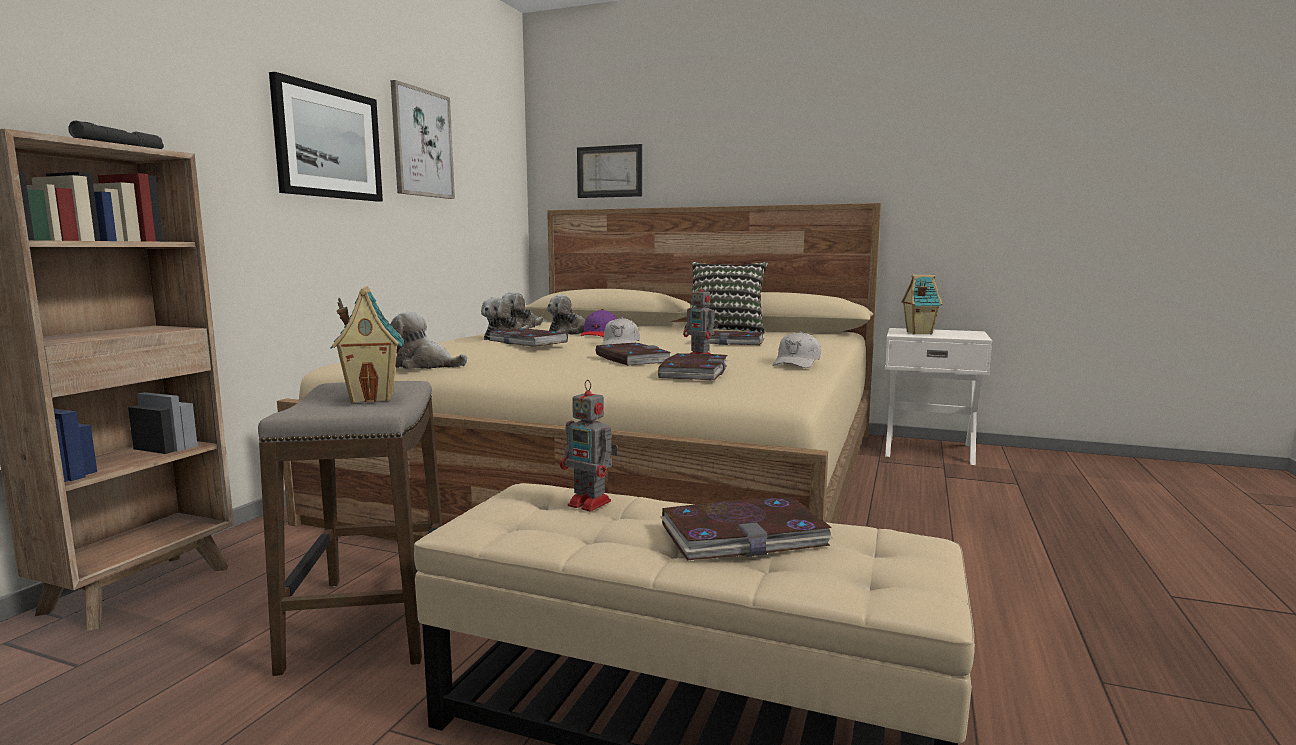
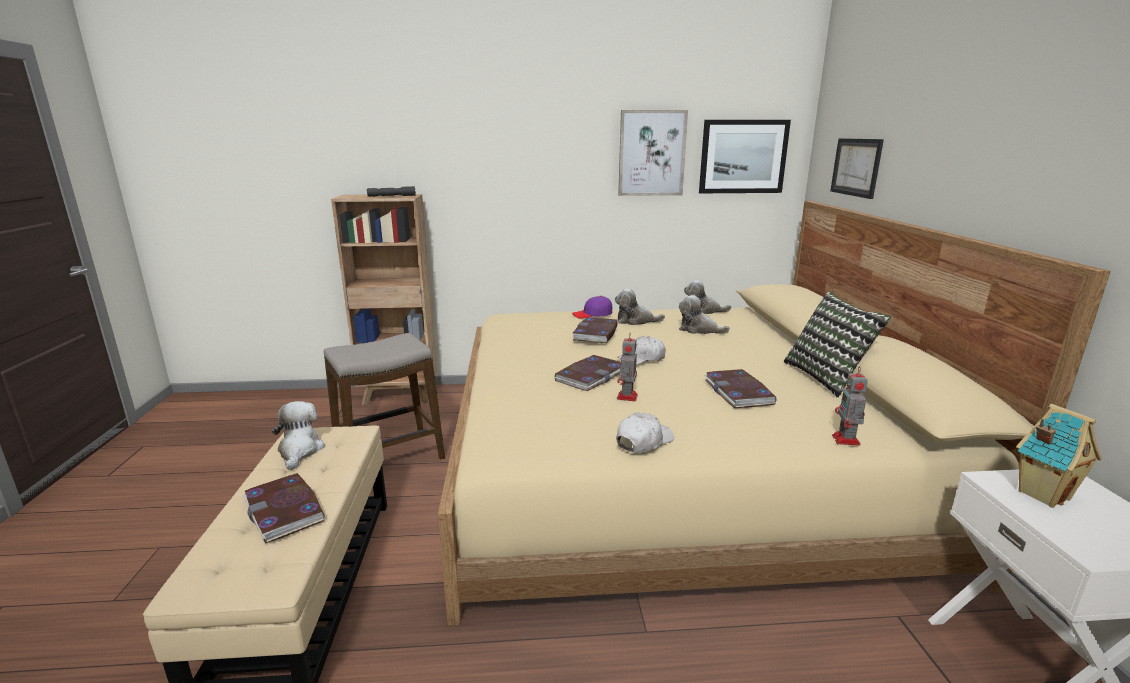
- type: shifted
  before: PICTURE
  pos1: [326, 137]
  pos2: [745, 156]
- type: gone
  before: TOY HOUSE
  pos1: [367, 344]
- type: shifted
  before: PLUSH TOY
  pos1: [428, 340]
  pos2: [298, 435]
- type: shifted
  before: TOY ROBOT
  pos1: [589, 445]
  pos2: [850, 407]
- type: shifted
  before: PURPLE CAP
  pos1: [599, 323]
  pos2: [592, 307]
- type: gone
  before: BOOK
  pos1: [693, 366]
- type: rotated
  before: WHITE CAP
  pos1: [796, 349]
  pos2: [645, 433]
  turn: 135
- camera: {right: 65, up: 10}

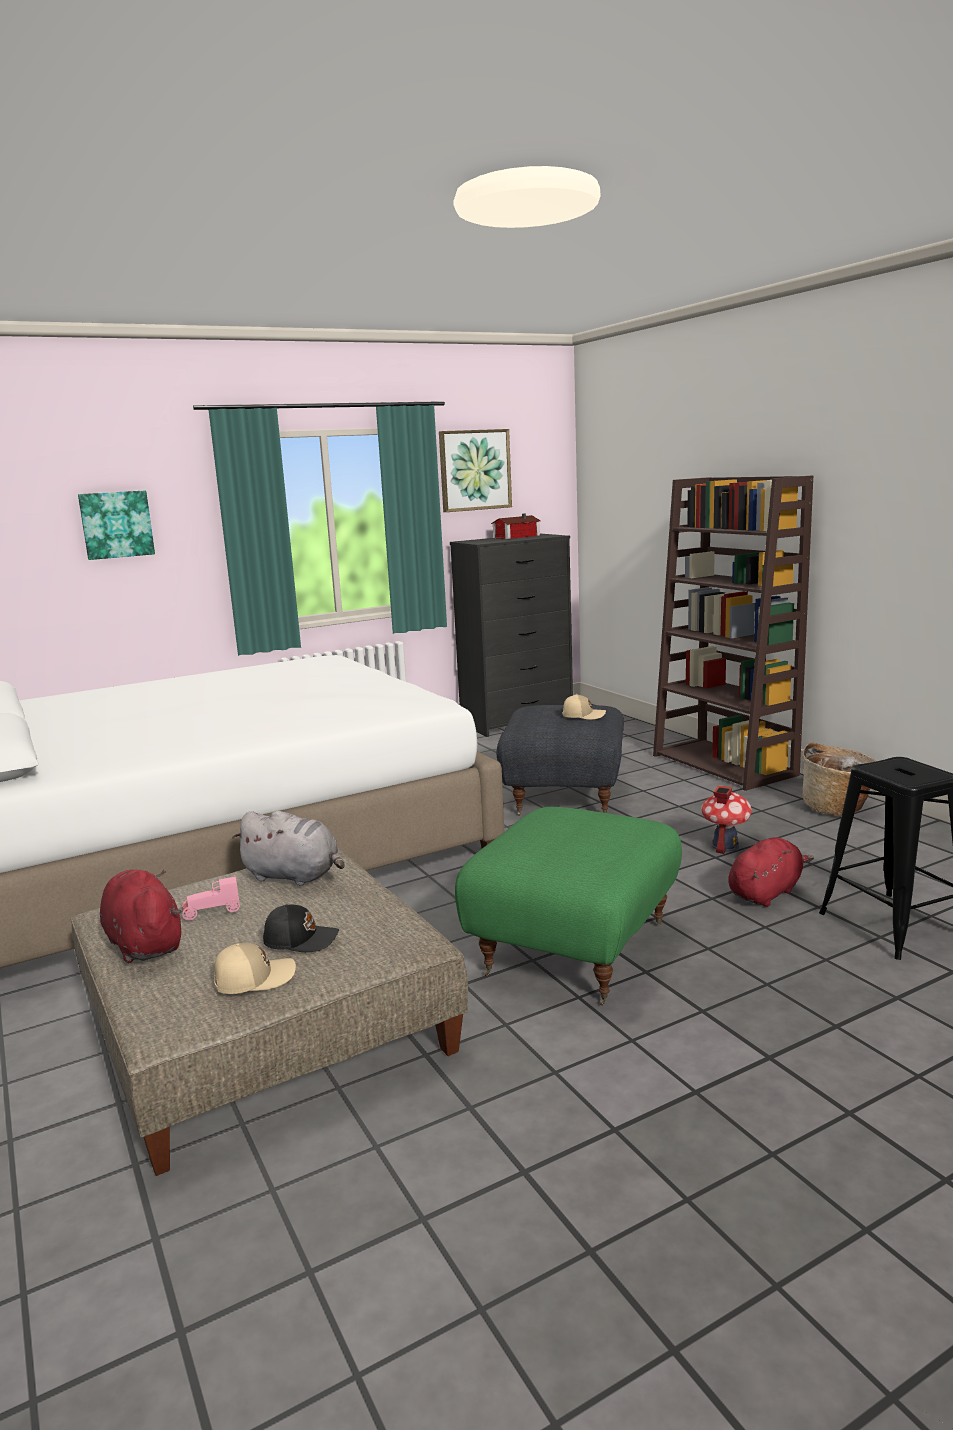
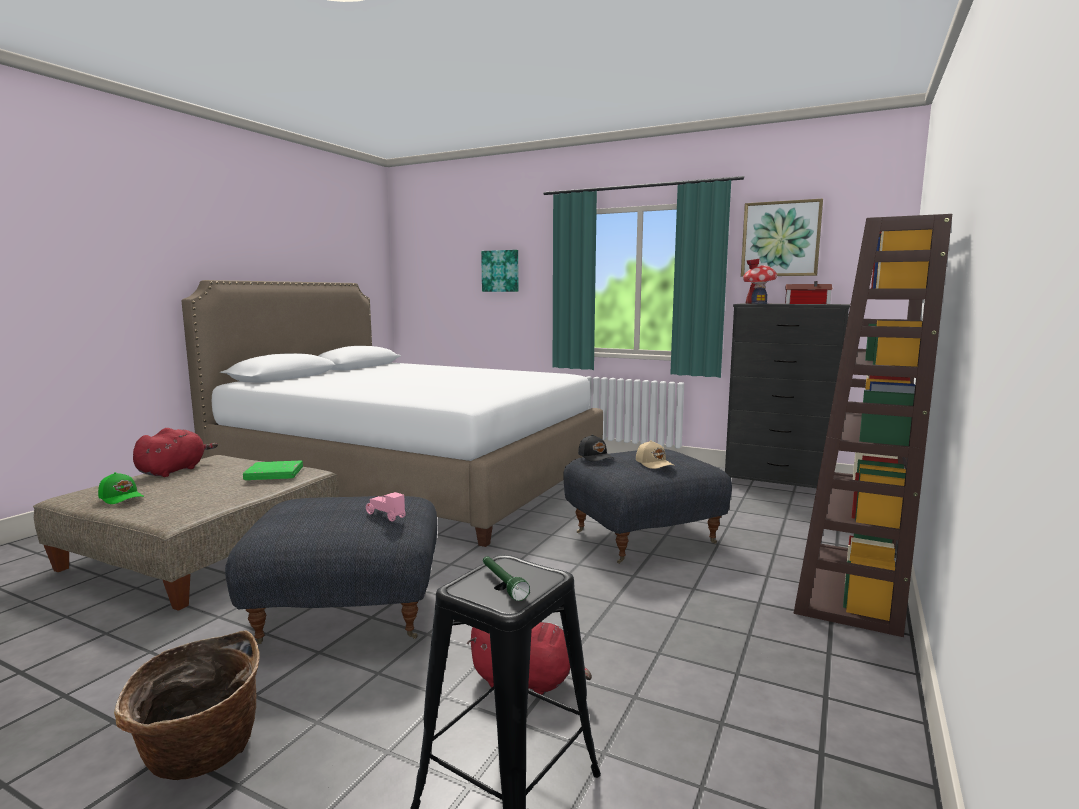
- type: shifted
  before: PINK TOY CAR
  pos1: [210, 898]
  pos2: [386, 507]
- type: repainted
  before: BEIGE CAP
  after: GREEN CAP
  pos1: [255, 968]
  pos2: [121, 488]
- type: swapped
  before: GREY PLUSH TOY
  after: GREEN BOOK
  pos1: [288, 848]
  pos2: [273, 470]
- type: shifted
  before: BLACK CAP
  pos1: [301, 928]
  pos2: [596, 448]
- type: repainted
  before: GREEN OTTOMAN
  after: GREY OTTOMAN
  pos1: [568, 906]
  pos2: [331, 570]
- type: shifted
  before: TOY HOUSE
  pos1: [726, 819]
  pos2: [760, 281]
- type: shifted
  before: BASKET
  pos1: [839, 778]
  pos2: [187, 705]
- type: new
  after: GREEN FLASHLIGHT
  pos2: [506, 578]
- camera: {right: 55, up: -5}

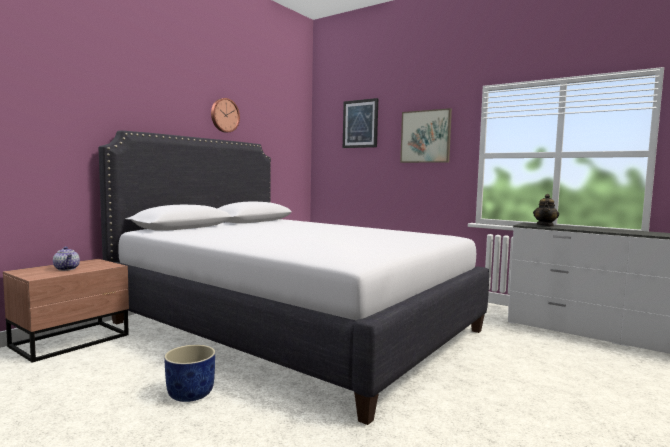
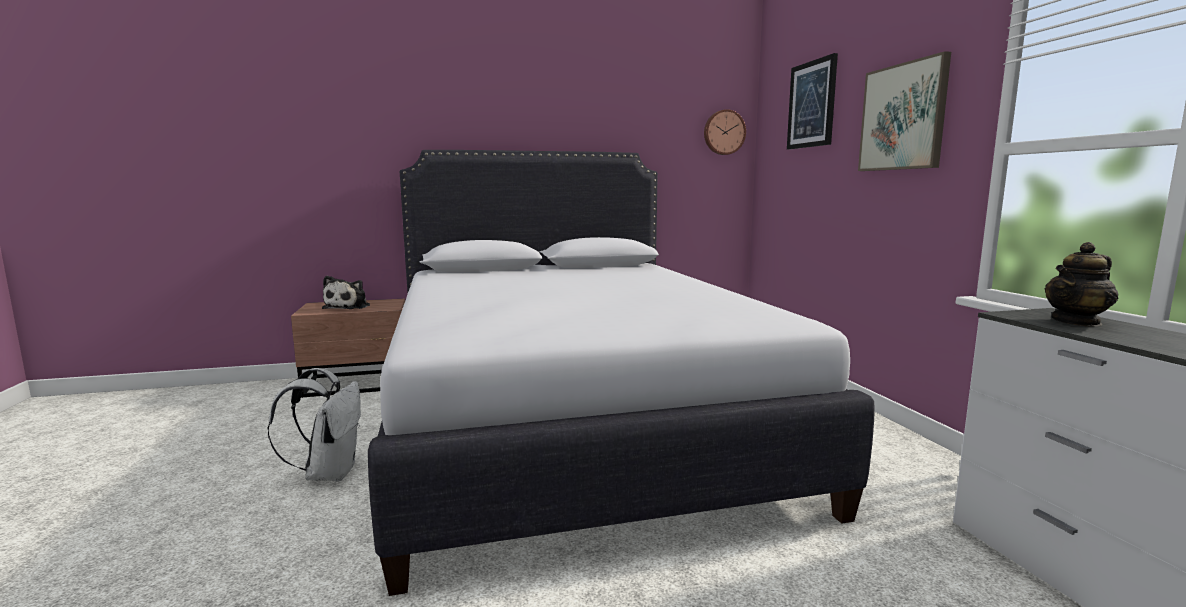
- type: swapped
  before: TEAPOT
  after: PLUSH TOY
  pos1: [66, 259]
  pos2: [346, 292]
- type: swapped
  before: BLUE PLANTER
  after: WHITE BACKPACK
  pos1: [189, 373]
  pos2: [314, 425]
- type: shifted
  before: WALL CLOCK
  pos1: [225, 115]
  pos2: [725, 132]
- camera: {right: 40, up: 5}

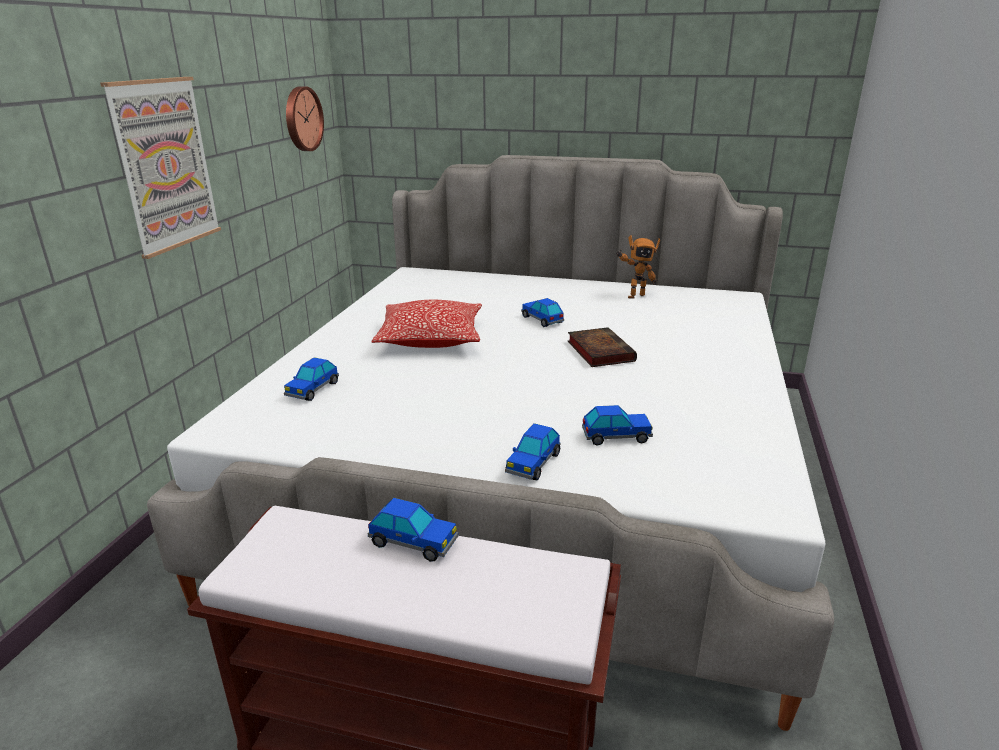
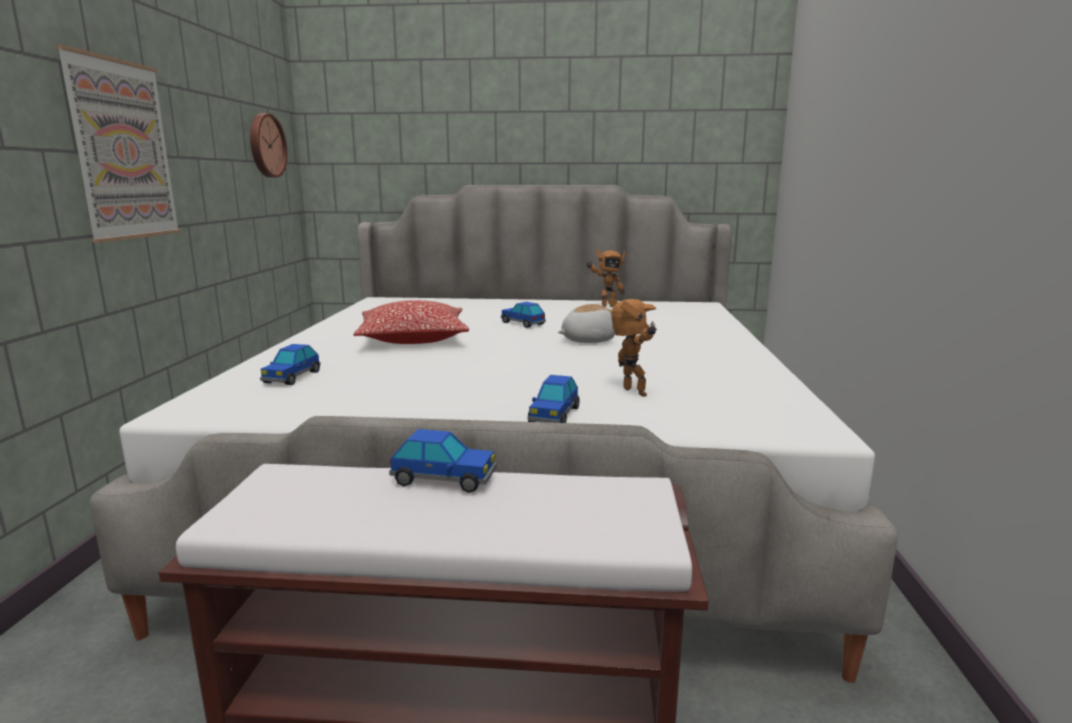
- type: swapped
  before: BOOK
  after: PLUSH TOY
  pos1: [602, 347]
  pos2: [586, 323]
- type: swapped
  before: TOY CAR
  after: TOY ROBOT
  pos1: [617, 425]
  pos2: [632, 347]
- camera: {right: -10, up: -10}

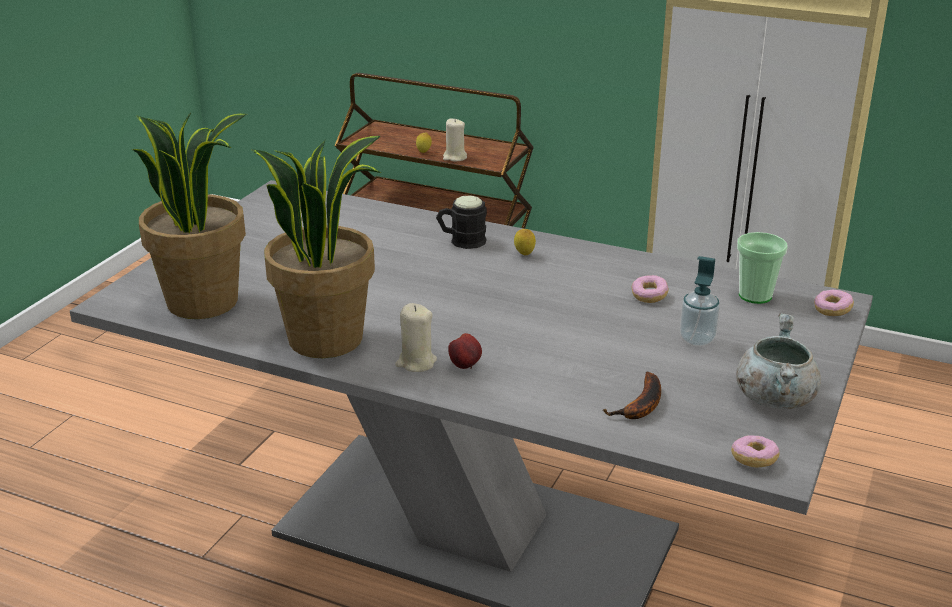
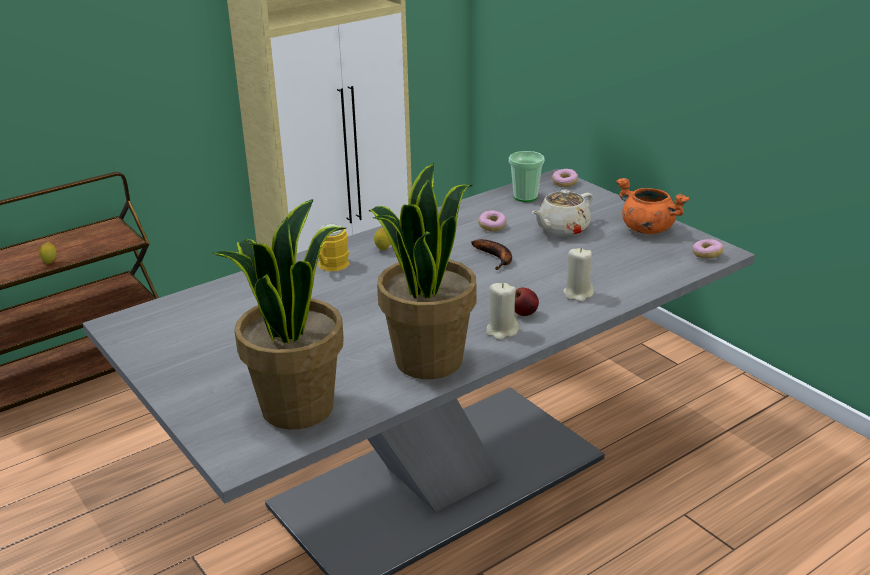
- type: repainted
  before: BLACK MUG
  after: YELLOW MUG
  pos1: [461, 222]
  pos2: [333, 247]
- type: shifted
  before: BEIGE CANDLE
  pos1: [455, 139]
  pos2: [578, 275]
- type: shifted
  before: BANANA
  pos1: [632, 395]
  pos2: [491, 254]
- type: swapped
  before: SOAP DISPENSER
  after: BEIGE TEAPOT
  pos1: [700, 301]
  pos2: [562, 213]
- type: repainted
  before: GREY COOKING POT
  after: ORANGE COOKING POT
  pos1: [778, 361]
  pos2: [653, 206]
- camera: {right: -60, up: 0}

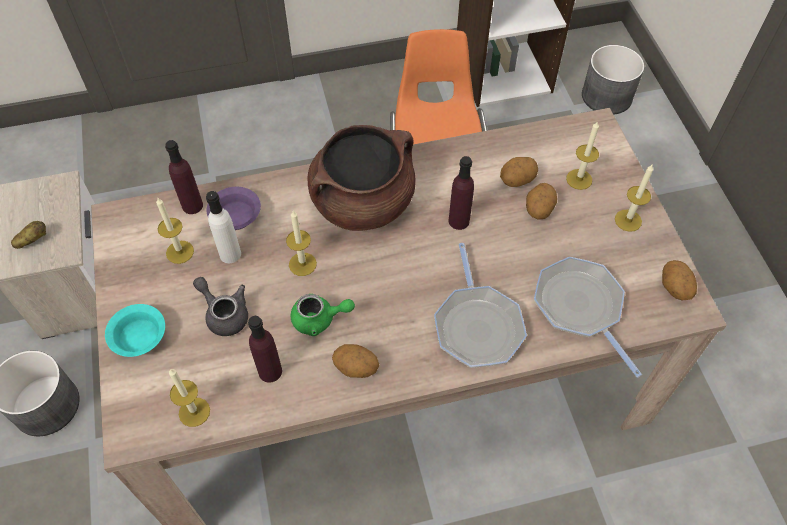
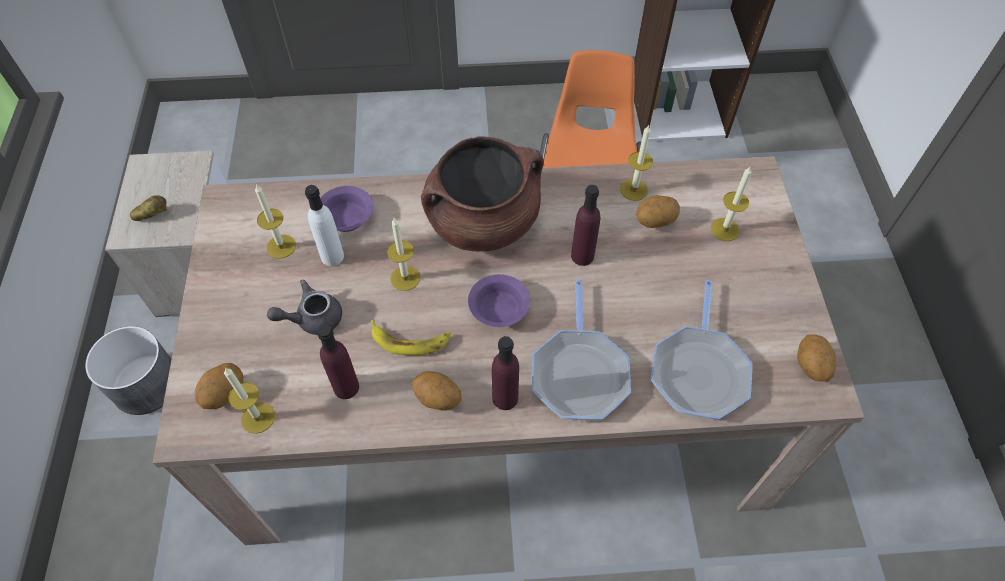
- type: gone
  before: TURQUOISE BOWL
  pos1: [135, 330]
- type: shifted
  before: PURPLE BOTTLE
  pos1: [184, 177]
  pos2: [505, 373]
- type: rotated
  before: GREY TEAPOT
  pos1: [220, 306]
  pos2: [304, 307]
  turn: -75
- type: swapped
  before: GREEN TEAPOT
  after: BANANA
  pos1: [323, 315]
  pos2: [411, 337]
- type: shifted
  before: POTATO
  pos1: [541, 201]
  pos2: [219, 386]
- type: rotated
  before: FRYING PAN
  pos1: [588, 317]
  pos2: [701, 350]
  turn: -150
- type: gone
  before: GREY PLANTER
  pos1: [613, 80]
- type: shifted
  before: CANDLE
  pos1: [634, 198]
  pos2: [636, 163]
- type: new
  after: PURPLE BOWL
  pos2: [499, 300]
- camera: {right: 10, up: 0}

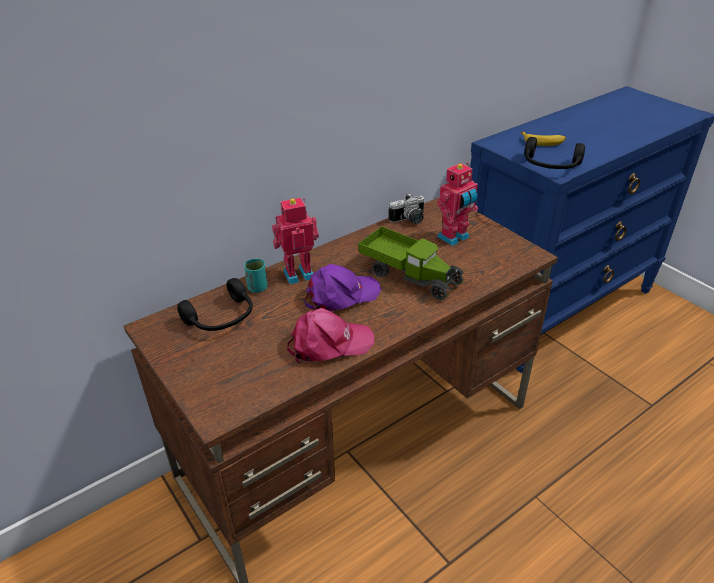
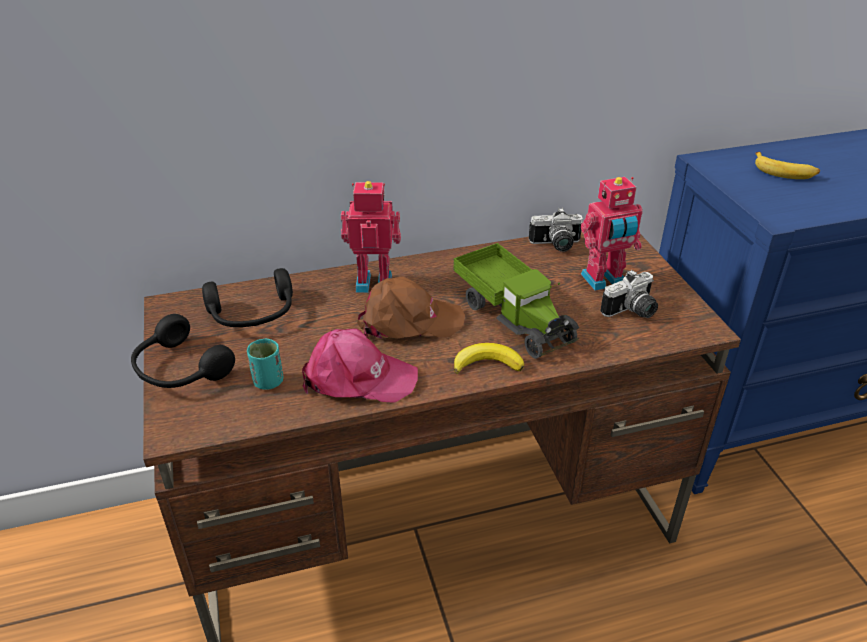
- type: shifted
  before: TURQUOISE CUP
  pos1: [256, 276]
  pos2: [265, 364]
- type: repainted
  before: PURPLE CAP
  after: BROWN CAP
  pos1: [343, 287]
  pos2: [411, 308]
- type: shifted
  before: BLACK HEADPHONES
  pos1: [554, 153]
  pos2: [183, 351]
- type: new
  after: BANANA
  pos2: [489, 358]
- type: new
  after: PHOTO CAMERA
  pos2: [629, 294]
- camera: {right: 20, up: 0}

